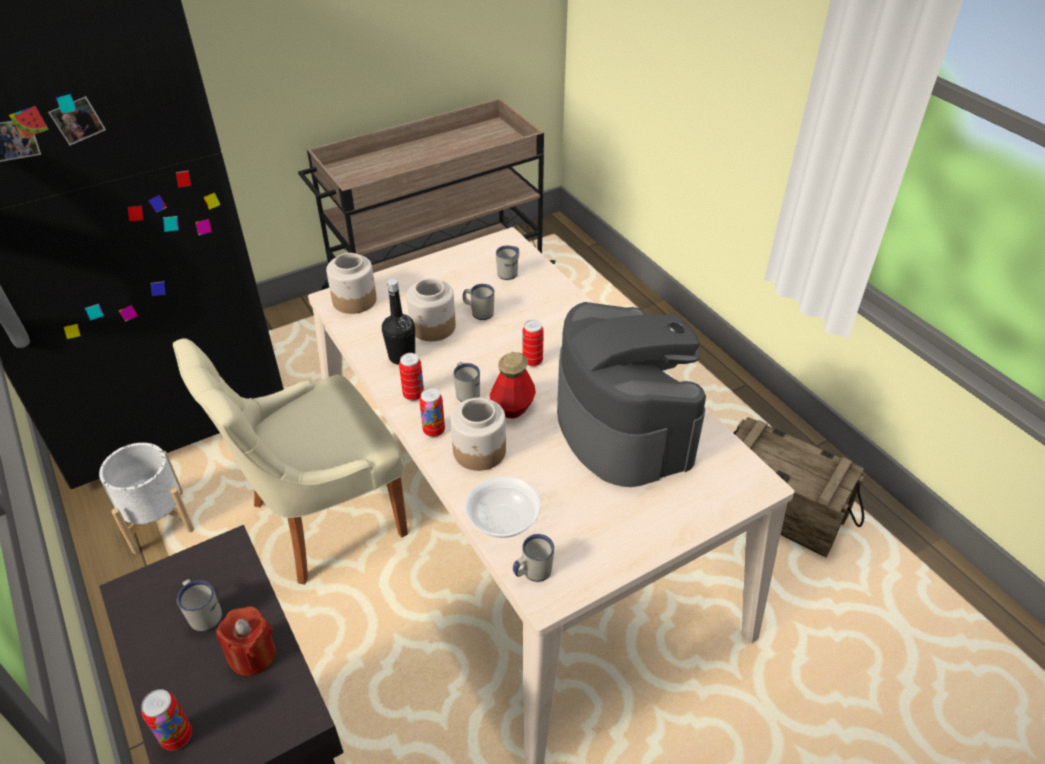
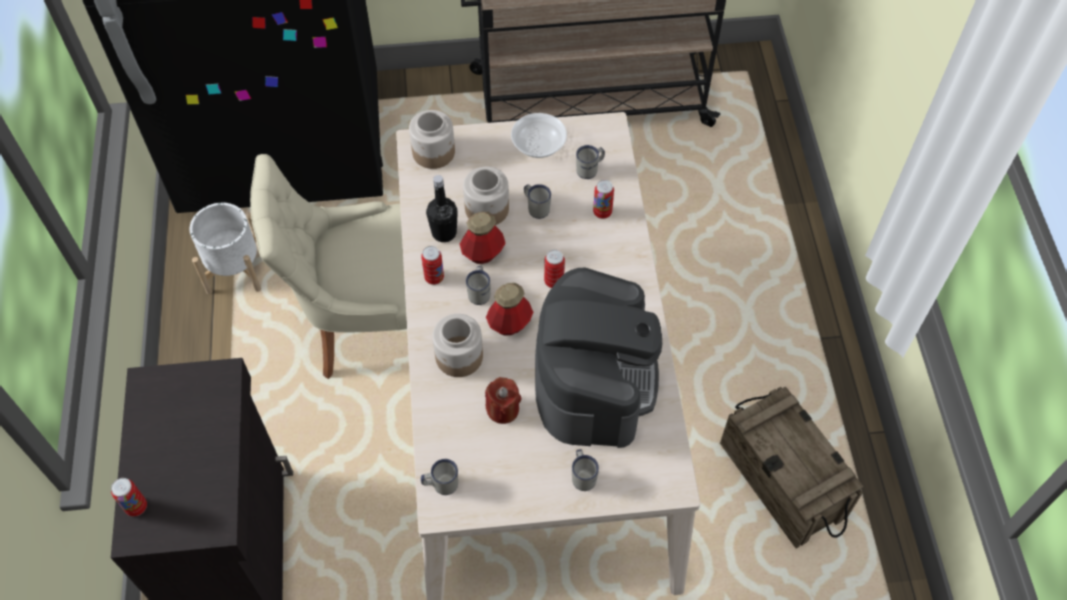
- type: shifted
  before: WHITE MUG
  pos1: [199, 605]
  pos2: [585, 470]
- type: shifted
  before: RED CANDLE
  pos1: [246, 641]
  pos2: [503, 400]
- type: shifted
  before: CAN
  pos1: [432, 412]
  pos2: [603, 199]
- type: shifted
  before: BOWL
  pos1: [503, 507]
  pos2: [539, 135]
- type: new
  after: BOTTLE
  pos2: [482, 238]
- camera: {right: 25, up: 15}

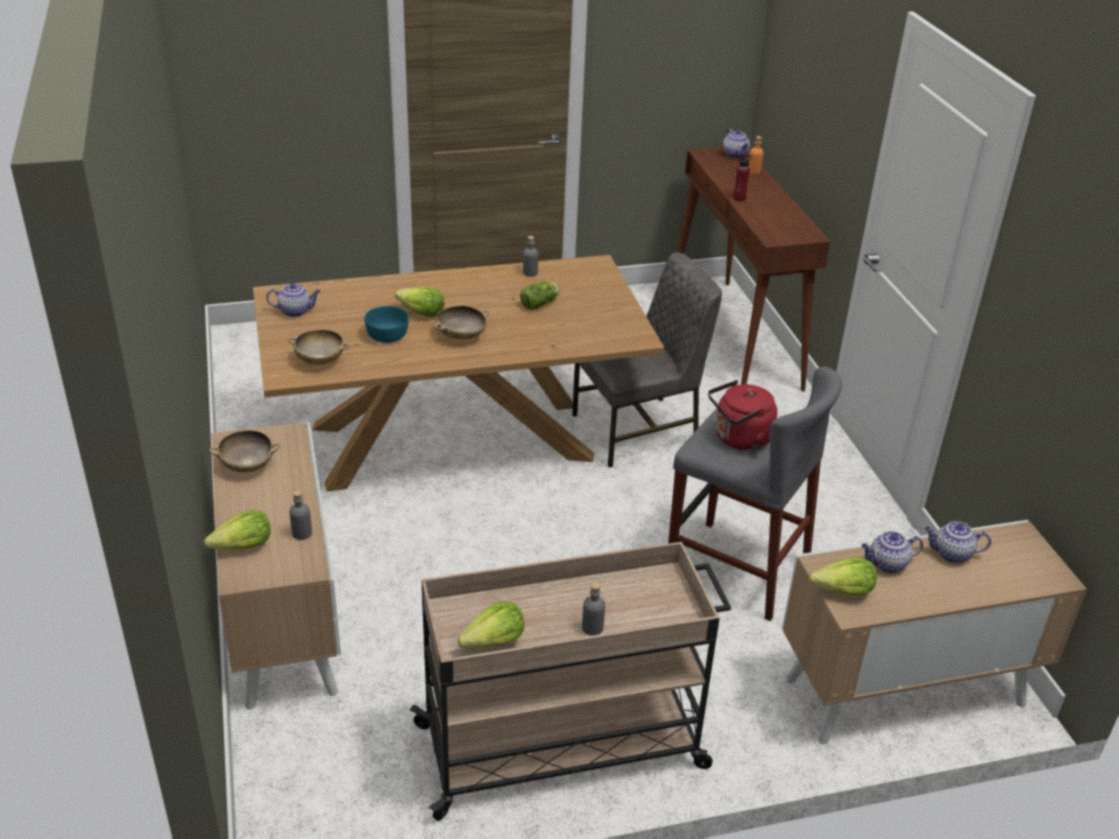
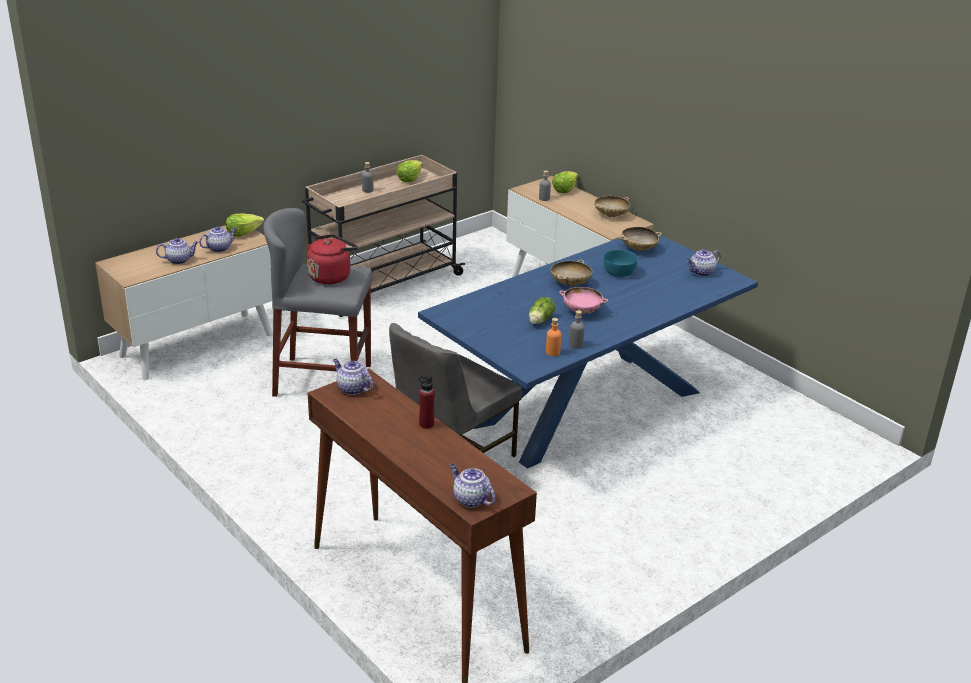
- type: repainted
  before: BROWN DINING TABLE
  after: BLUE DINING TABLE
  pos1: [458, 373]
  pos2: [588, 351]
- type: gone
  before: LETTUCE
  pos1: [419, 302]
- type: shifted
  before: ORANGE BOTTLE
  pos1: [756, 155]
  pos2: [553, 337]
- type: new
  after: TEAPOT
  pos2: [353, 377]
- type: new
  after: PINK BOWL
  pos2: [583, 300]
- camera: {right: 155, up: -5}

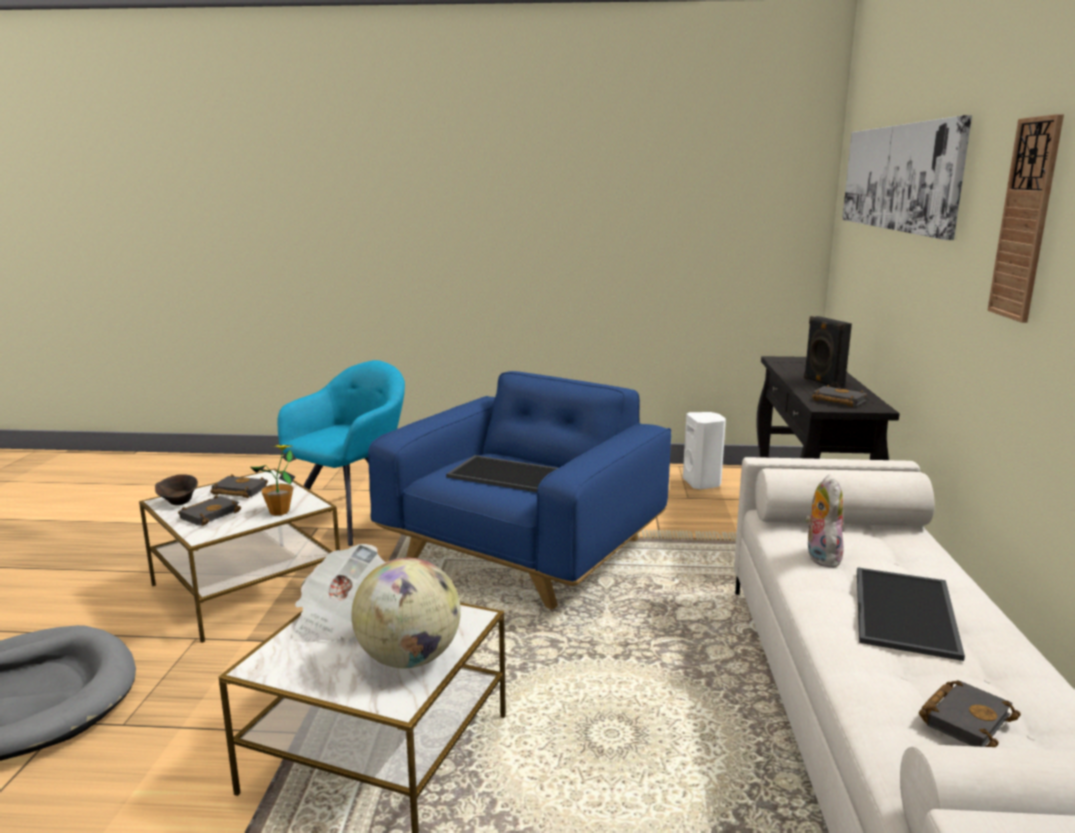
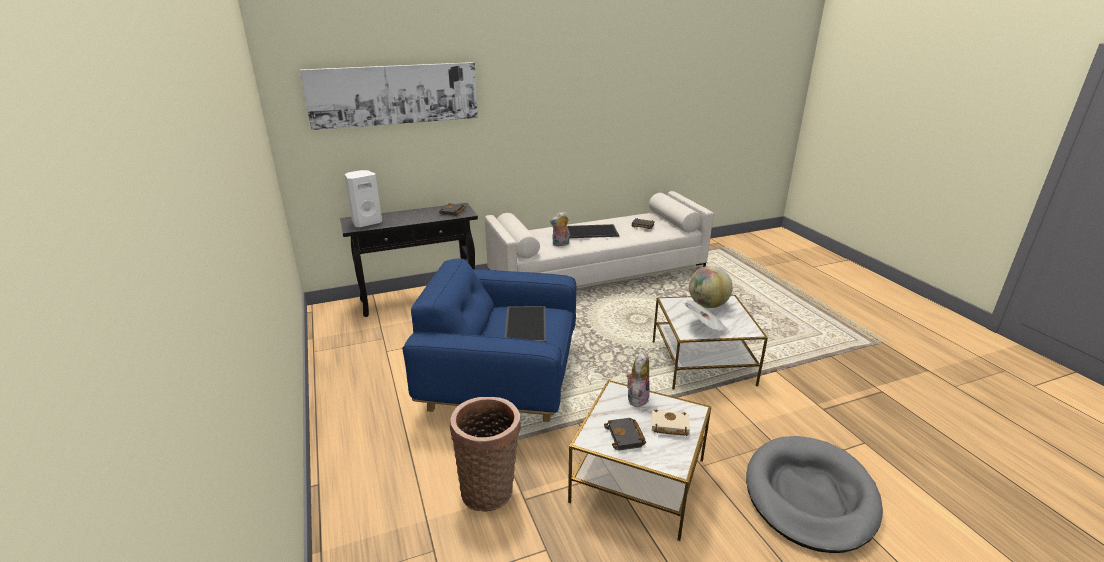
- type: gone
  before: BROWN BOWL
  pos1: [176, 489]
- type: repainted
  before: BLACK BOOK
  after: BEIGE BOOK
  pos1: [209, 510]
  pos2: [671, 423]
- type: swapped
  before: POTTED PLANT
  after: PLUSH TOY
  pos1: [273, 480]
  pos2: [638, 379]
- type: swapped
  before: TURQUOISE ARMCHAIR
  after: BASKET
  pos1: [341, 453]
  pos2: [485, 454]
- type: shifted
  before: WHITE SPEAKER
  pos1: [704, 451]
  pos2: [363, 198]
- type: gone
  before: BLACK SPEAKER
  pos1: [828, 352]
- type: gone
  before: WALL CLOCK
  pos1: [1025, 218]
- camera: {right: -115, up: 10}

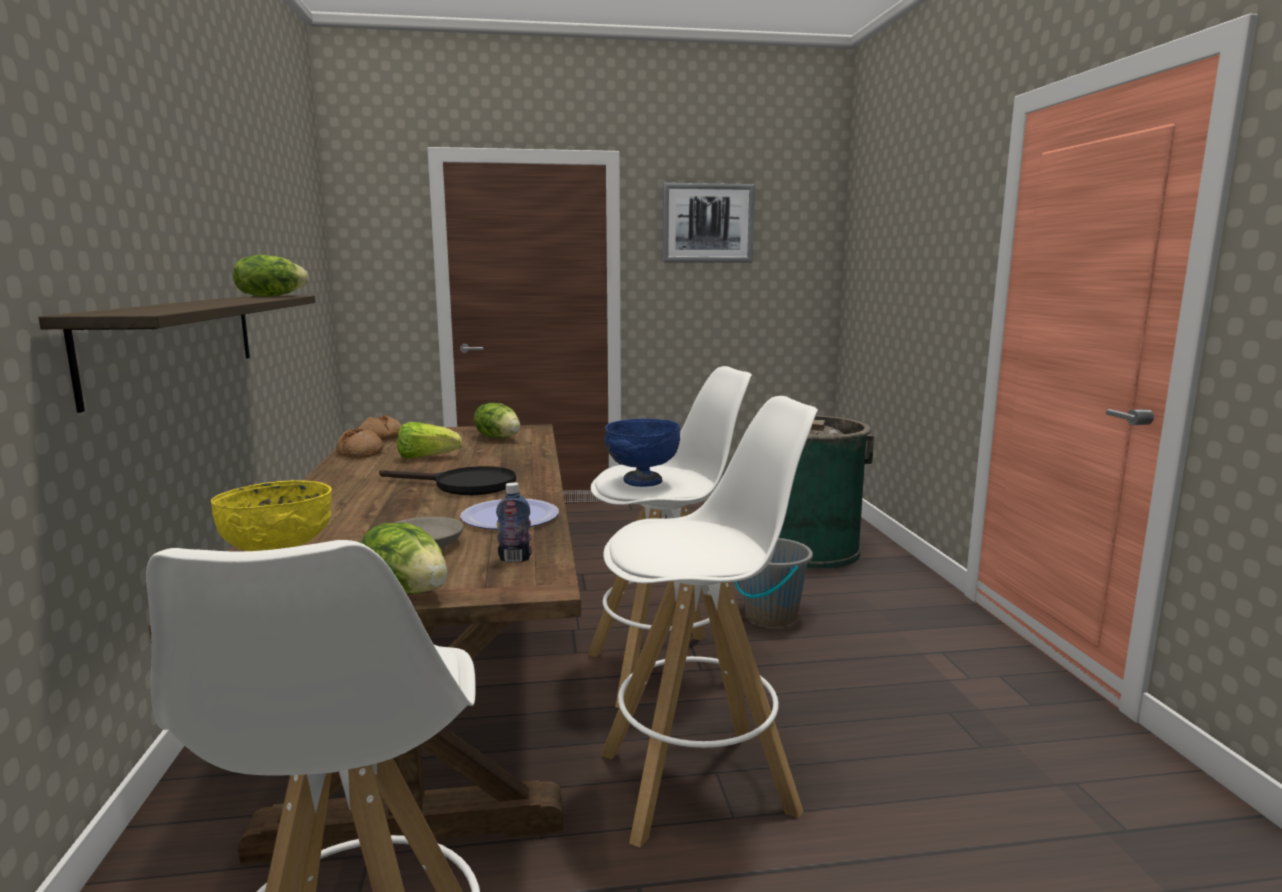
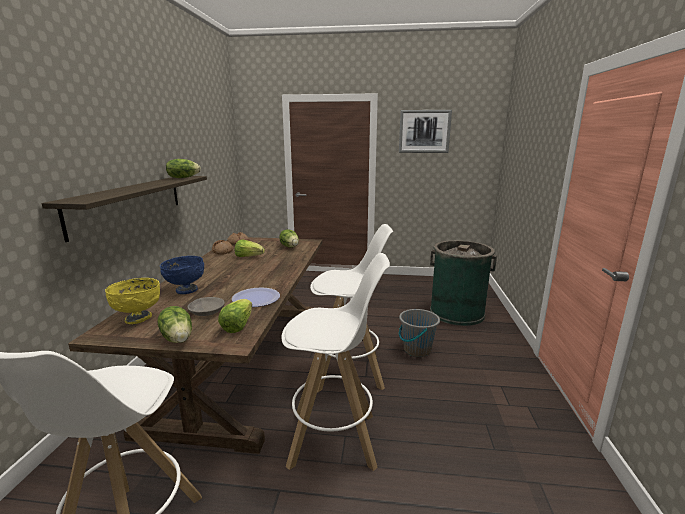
- type: gone
  before: BLACK FRYING PAN
  pos1: [447, 480]
- type: swapped
  before: BOTTLE
  after: LETTUCE
  pos1: [514, 522]
  pos2: [235, 316]
- type: shifted
  before: BLUE BOWL
  pos1: [642, 452]
  pos2: [182, 275]
- camera: {right: 15, up: 5}

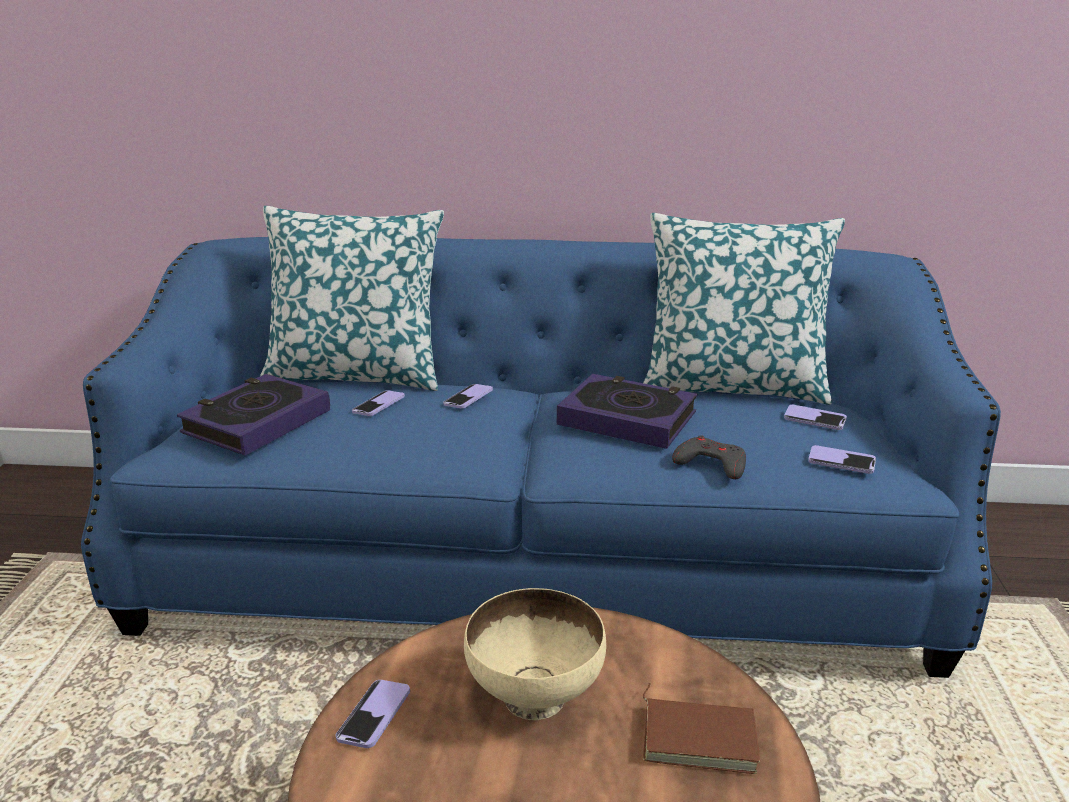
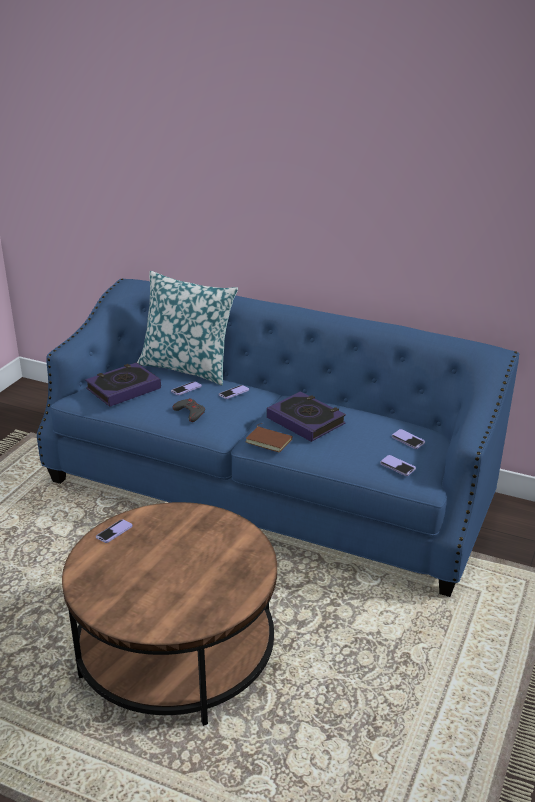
- type: gone
  before: BEIGE BOWL
  pos1: [535, 654]
- type: gone
  before: PILLOW
  pos1: [744, 309]
- type: shifted
  before: BROWN BOOK
  pos1: [701, 728]
  pos2: [269, 438]
- type: shifted
  before: GREY GAME CONTROLLER
  pos1: [709, 457]
  pos2: [188, 410]
- camera: {right: 20, up: 5}

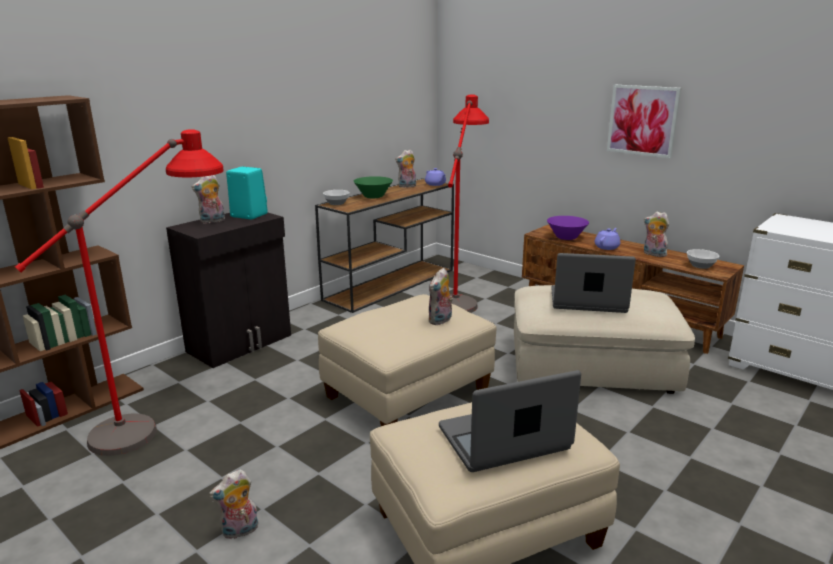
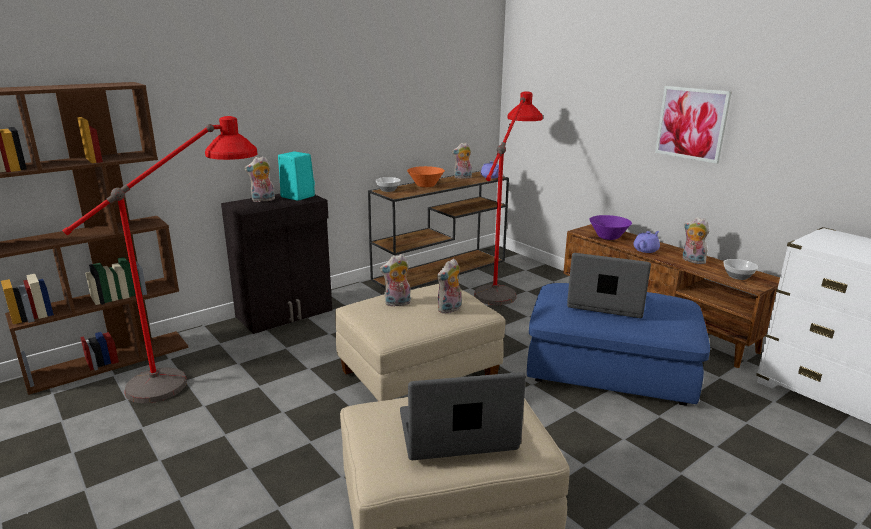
- type: shifted
  before: PLUSH TOY
  pos1: [233, 504]
  pos2: [395, 280]
- type: repainted
  before: GREEN BOWL
  after: ORANGE BOWL
  pos1: [373, 187]
  pos2: [426, 176]
- type: repainted
  before: BEIGE OTTOMAN
  after: BLUE OTTOMAN
  pos1: [604, 339]
  pos2: [618, 344]
- camera: {right: 10, up: 0}

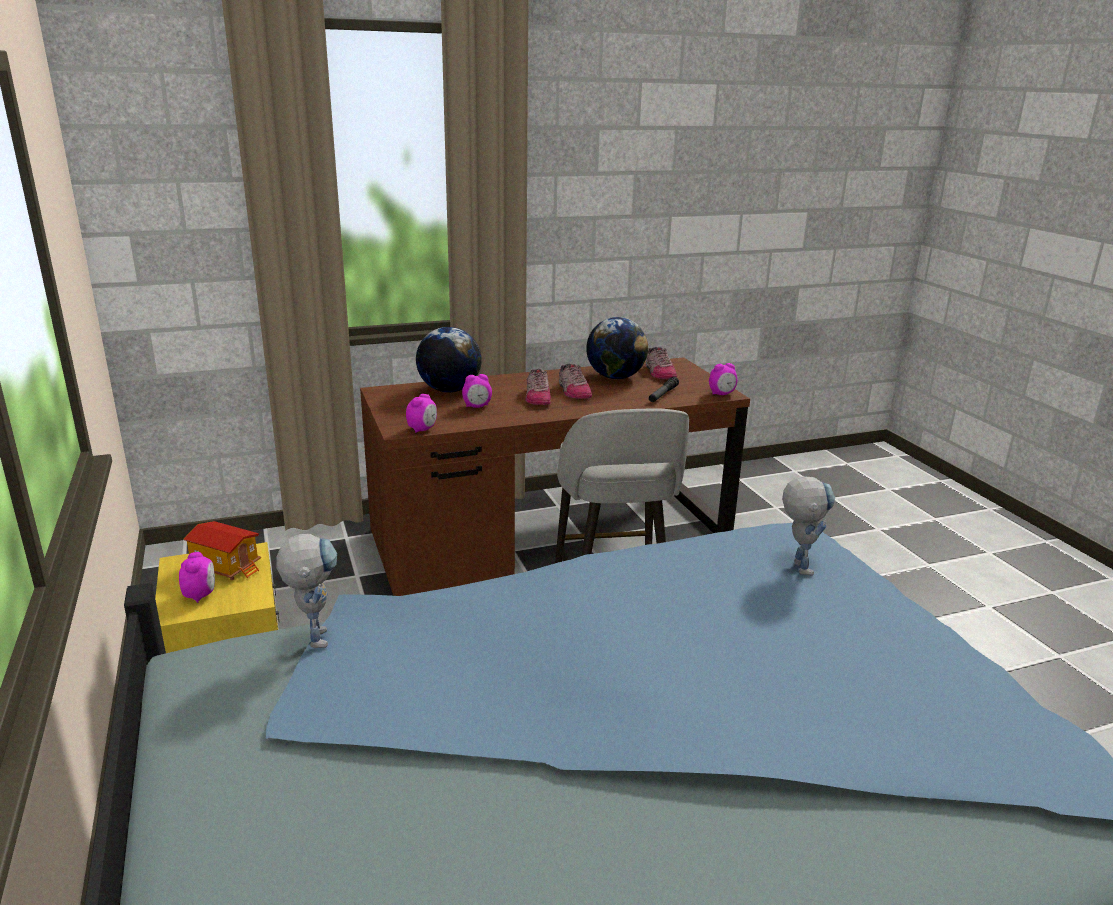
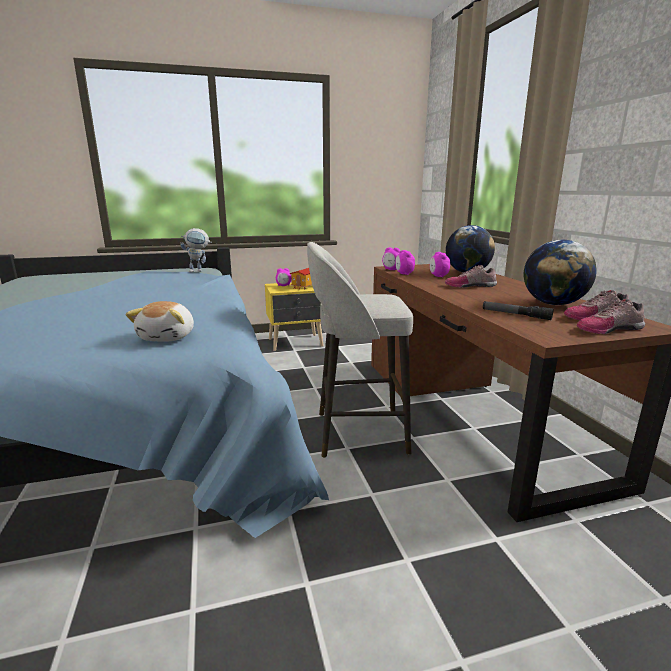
- type: shifted
  before: SHOE
  pos1: [575, 381]
  pos2: [611, 316]
- type: shifted
  before: ALARM CLOCK
  pos1: [723, 379]
  pos2: [405, 262]
- type: swapped
  before: TOY ROBOT
  after: PLUSH TOY
  pos1: [808, 526]
  pos2: [160, 321]
- camera: {right: 95, up: -5}

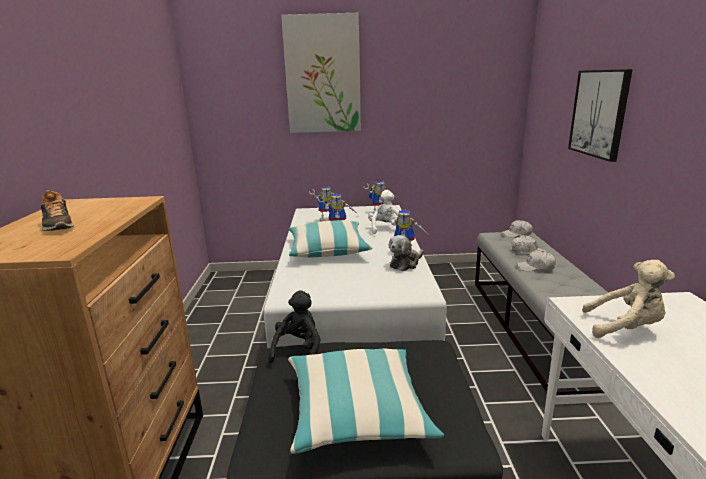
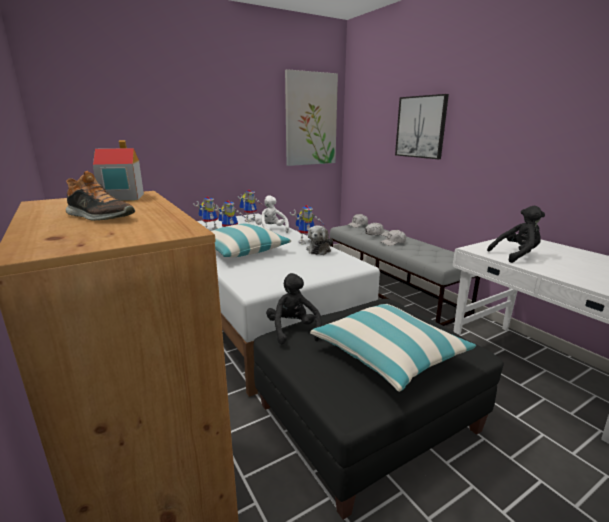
- type: shifted
  before: PICTURE
  pos1: [321, 73]
  pos2: [311, 117]
- type: repainted
  before: BEIGE PLUSH TOY
  after: BLACK PLUSH TOY
  pos1: [628, 299]
  pos2: [516, 234]
- type: new
  after: TOY HOUSE
  pos2: [118, 170]
- camera: {right: -30, up: 0}

